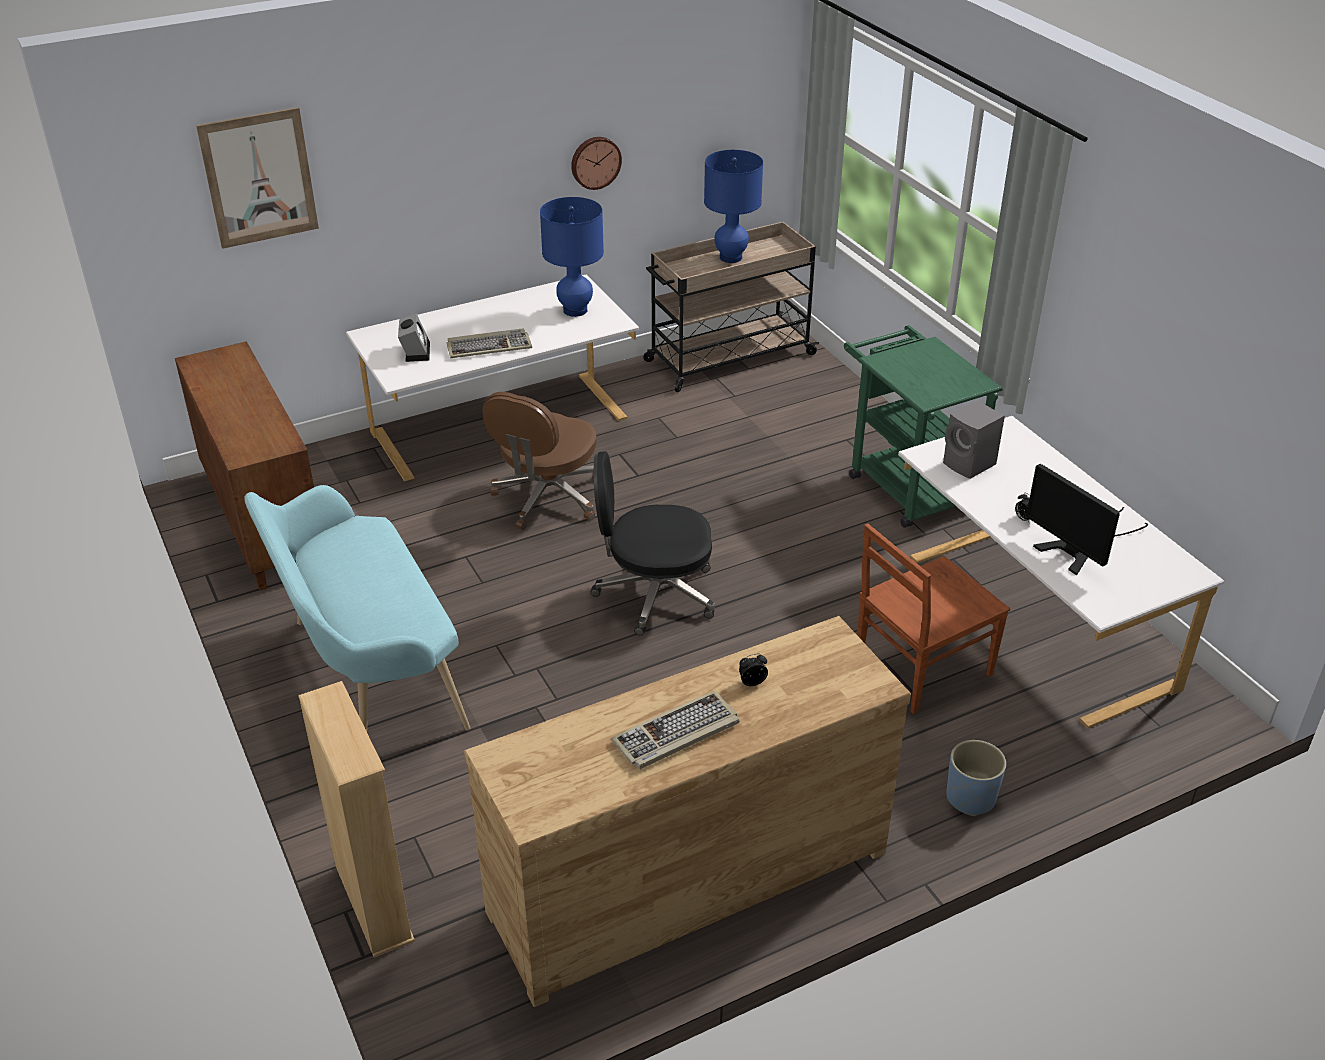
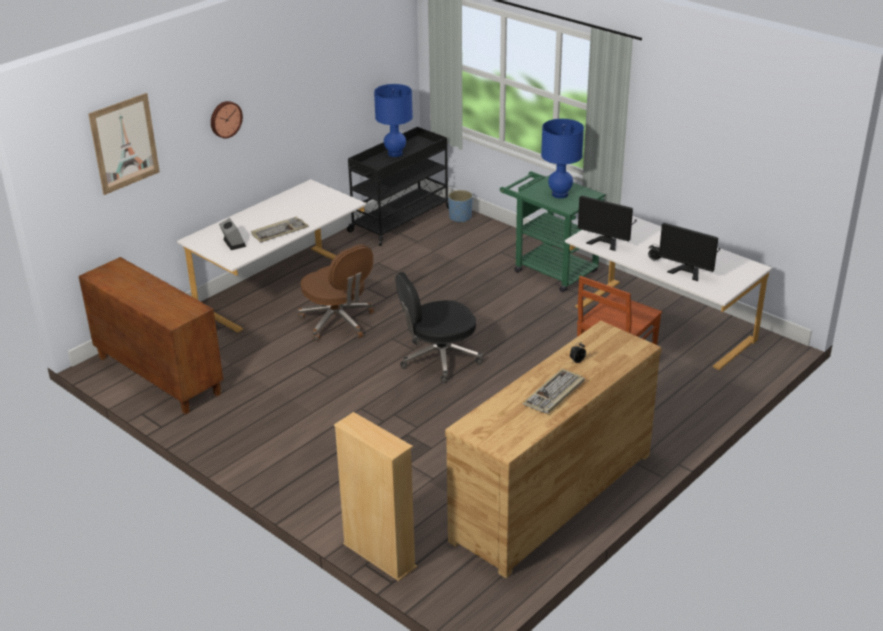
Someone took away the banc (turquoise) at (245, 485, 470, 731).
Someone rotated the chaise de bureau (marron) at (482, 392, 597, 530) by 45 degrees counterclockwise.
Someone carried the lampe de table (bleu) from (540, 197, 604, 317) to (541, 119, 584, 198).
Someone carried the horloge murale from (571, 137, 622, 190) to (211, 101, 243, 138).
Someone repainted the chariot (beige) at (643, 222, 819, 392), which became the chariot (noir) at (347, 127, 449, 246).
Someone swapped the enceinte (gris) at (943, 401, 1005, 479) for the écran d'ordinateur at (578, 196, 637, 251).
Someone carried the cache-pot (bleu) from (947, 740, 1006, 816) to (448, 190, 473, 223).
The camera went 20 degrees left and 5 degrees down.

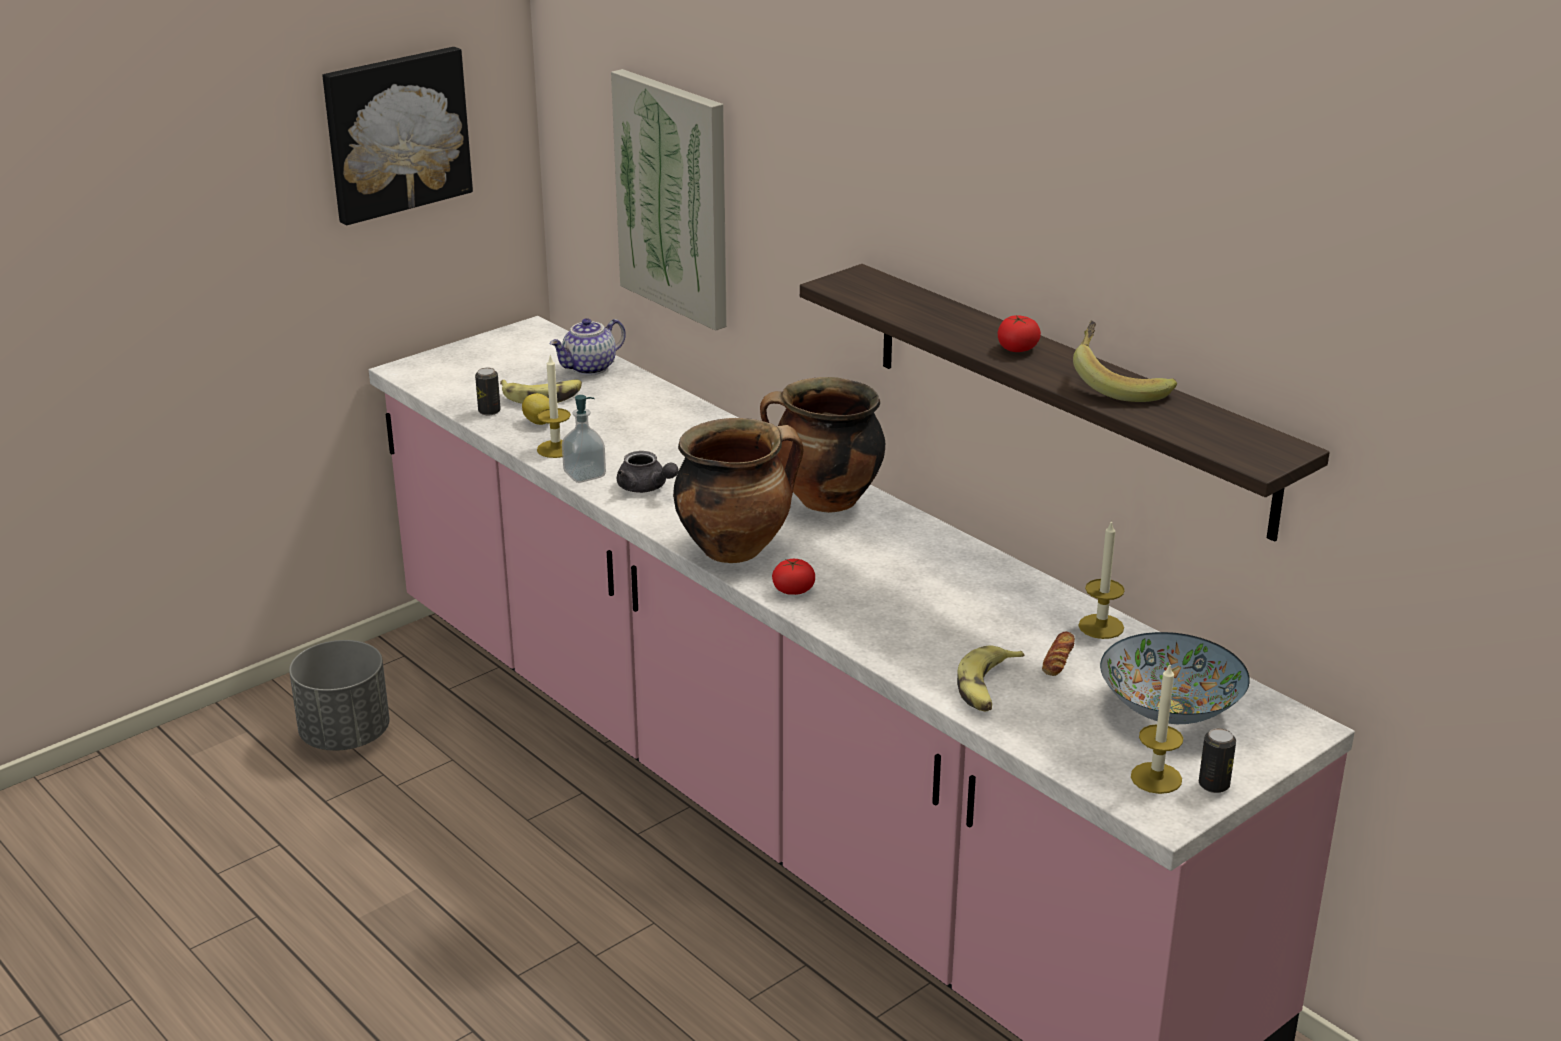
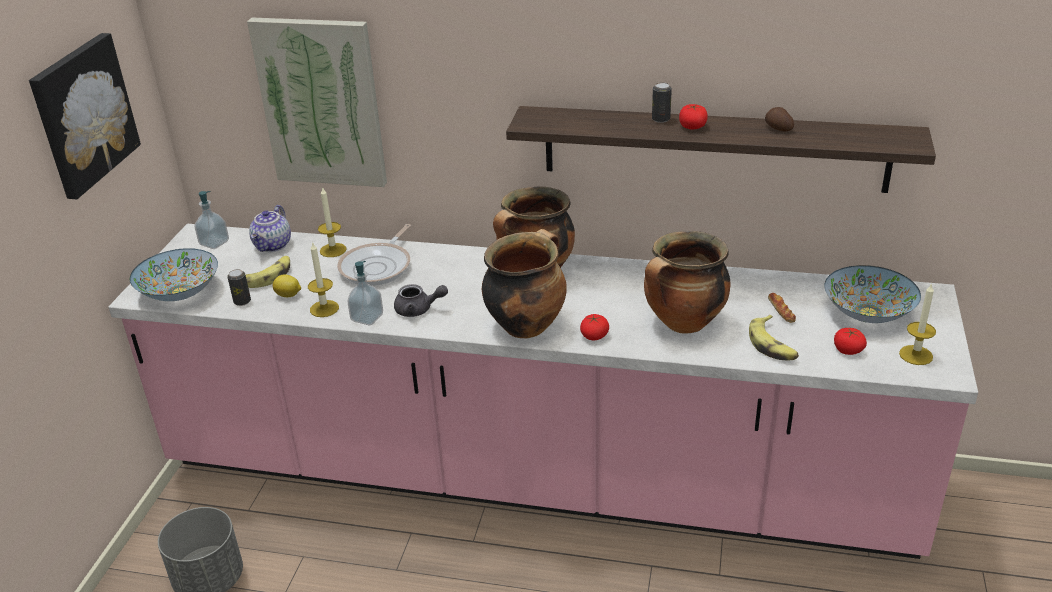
Someone swapped the banane at (1073, 321, 1177, 402) for the pomme de terre at (765, 107, 794, 132).
Someone carried the bougie from (1078, 520, 1125, 639) to (318, 186, 347, 257).
Someone carried the boîte métallique from (1199, 728, 1236, 793) to (652, 82, 672, 123).
Someone put down the bol at (130, 248, 218, 301).
Someone put down the distributeur de savon at (194, 191, 229, 249).
Someone put down the poêle at (337, 224, 411, 286).
Someone put down the marmite at (644, 231, 731, 334).
Someone put down the tomate at (834, 328, 867, 355).
The camera went 35 degrees left and 5 degrees up.

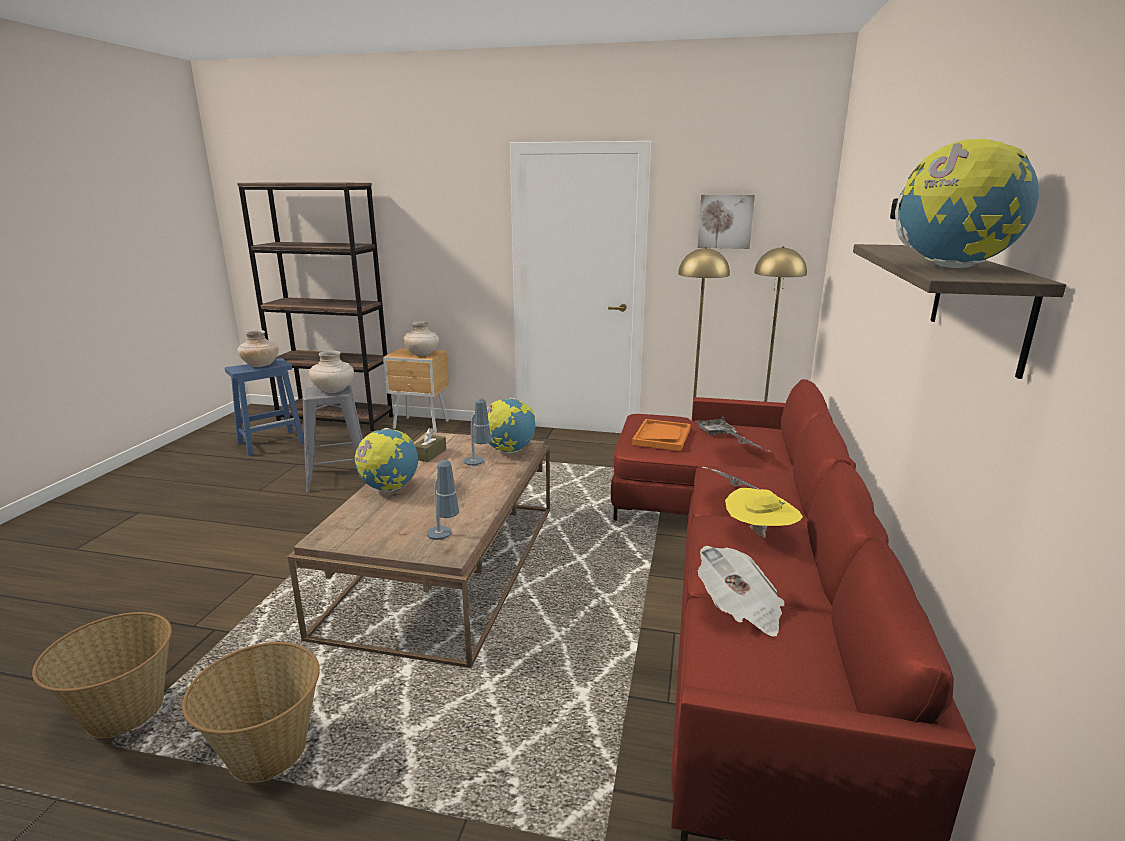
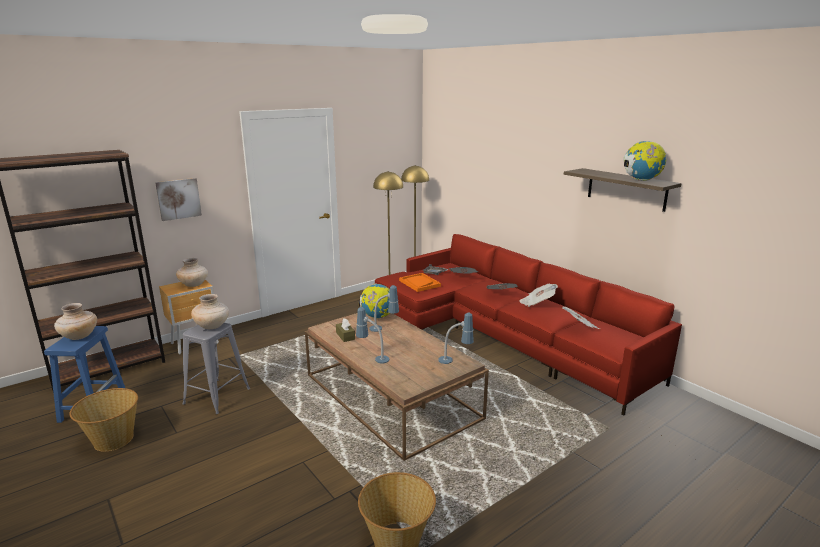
Someone carried the panier from (182, 642, 320, 783) to (70, 388, 138, 452).
Someone swapped the globe at (354, 428, 418, 491) for the lampe de table at (356, 307, 389, 364).
Someone carried the tableau from (698, 195, 755, 249) to (155, 178, 202, 221).
Someone swapped the chapeau (jaune) at (725, 488, 803, 538) for the journal at (519, 284, 558, 307).
The camera went 50 degrees left and 0 degrees up.

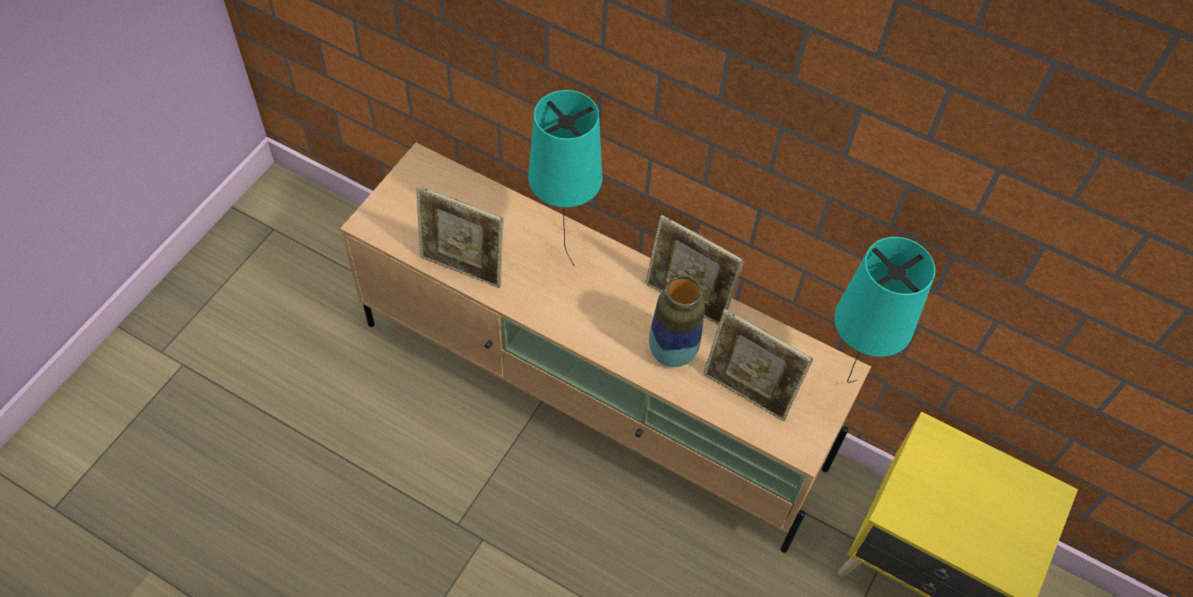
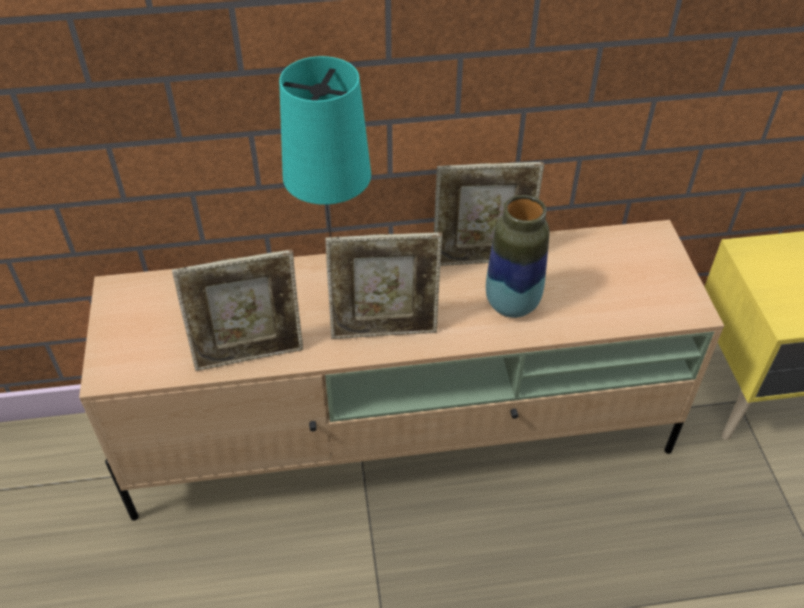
Someone carried the cadre photo from (703, 309, 813, 421) to (325, 232, 443, 339).
Someone took away the lampe de table (turquoise) at (834, 237, 935, 383).
The camera went 35 degrees left and 10 degrees down.

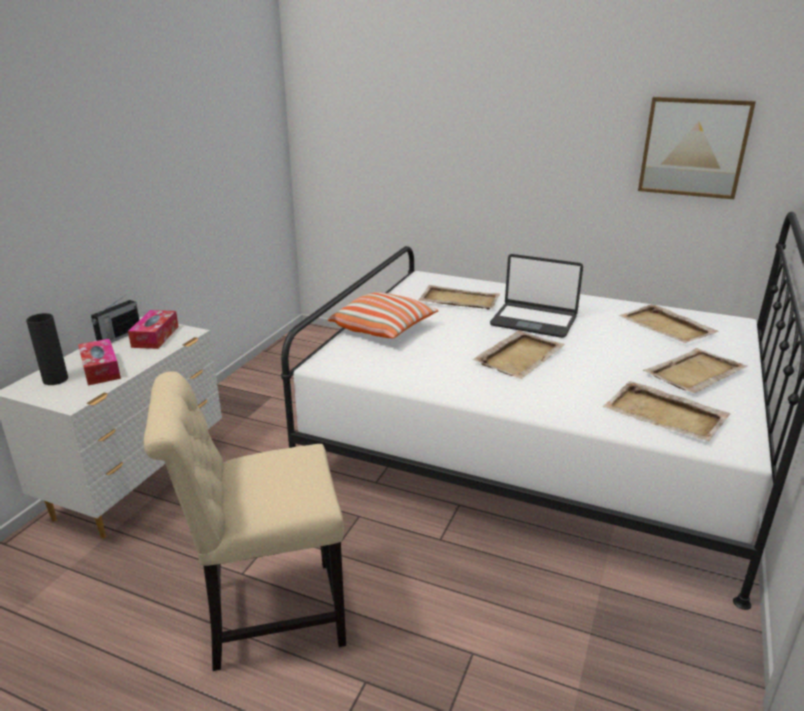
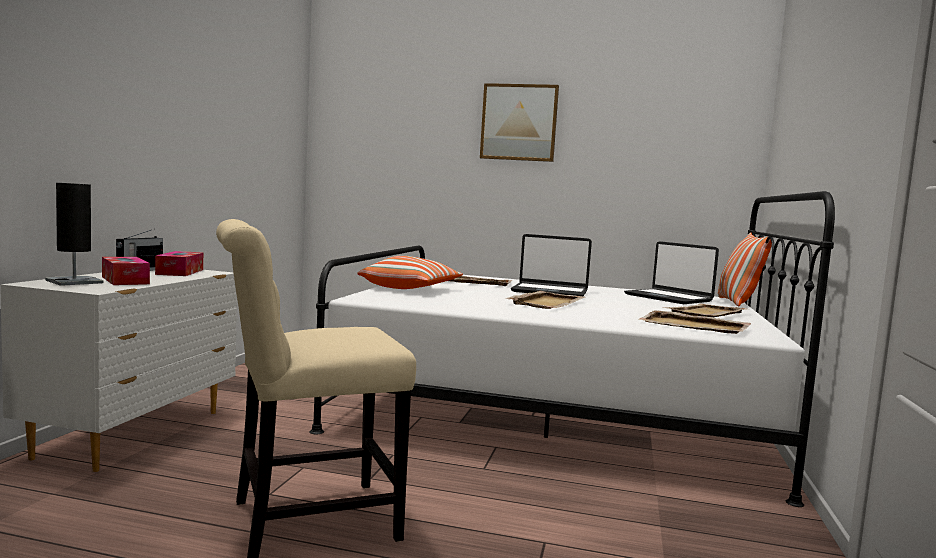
Someone swapped the vase (noir) at (26, 313, 68, 385) for the lampe de table (noir) at (45, 183, 103, 286).
Someone swapped the plateau (beige) at (619, 304, 719, 343) for the ordinateur portable at (624, 241, 719, 304).
Someone carried the tableau from (638, 97, 756, 199) to (480, 83, 559, 162).
Someone put down the coussin at (718, 232, 772, 306).
The camera went 10 degrees left and 20 degrees down.

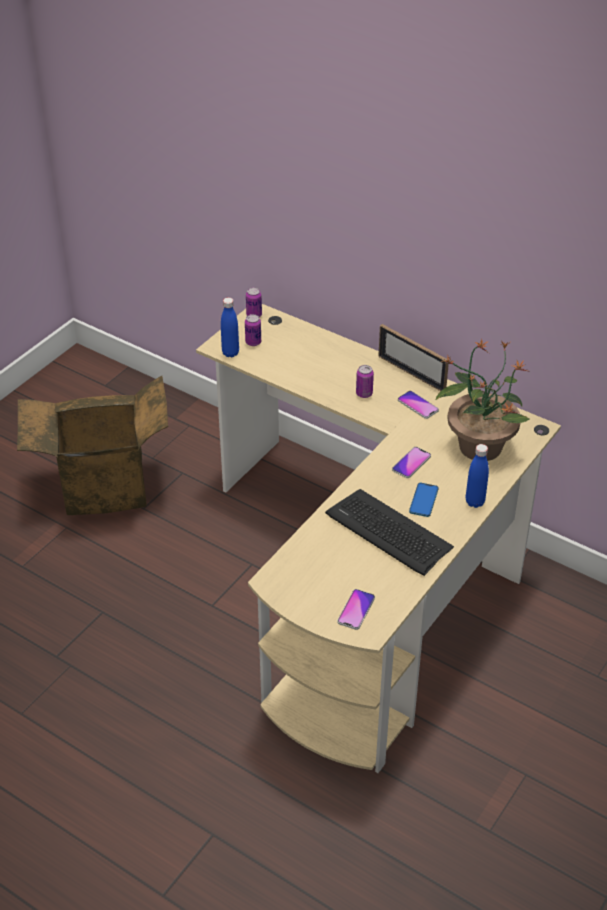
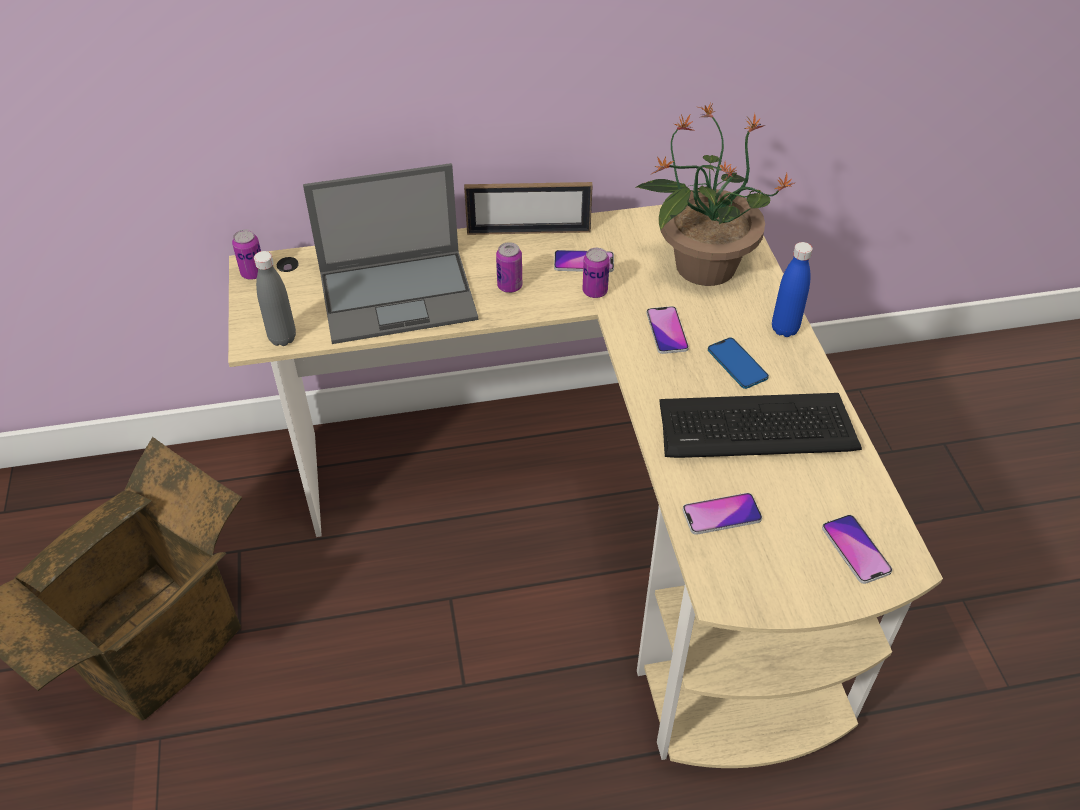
Someone repainted the bouteille (bleu) at (221, 298, 239, 357), which became the bouteille (gris) at (254, 251, 296, 346).
Someone carried the boîte métallique from (245, 314, 261, 346) to (583, 248, 610, 298).
Someone put down the ordinateur portable at (303, 163, 478, 344).
Someone put down the téléphone at (683, 493, 762, 535).
The camera went 45 degrees left and 5 degrees up.

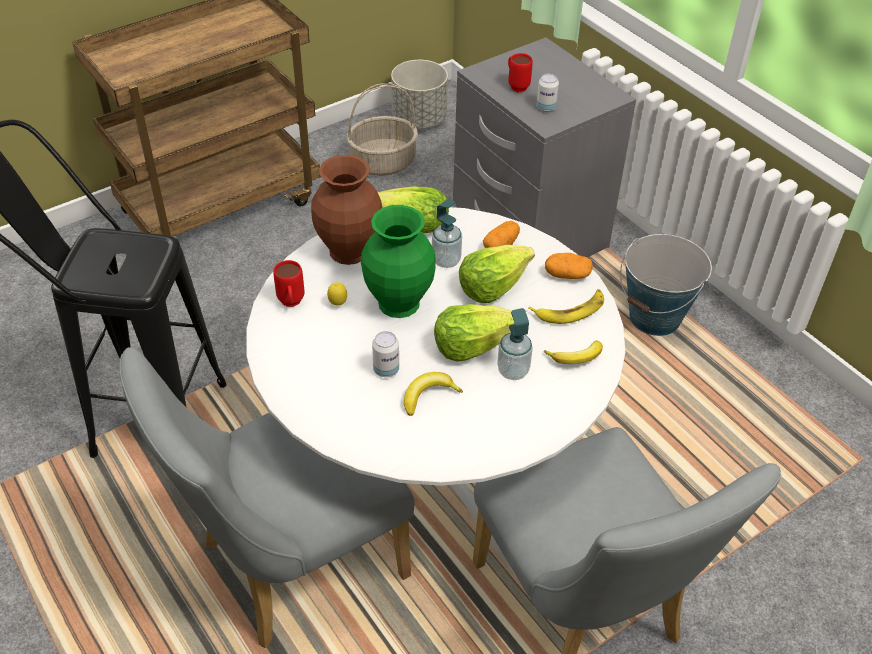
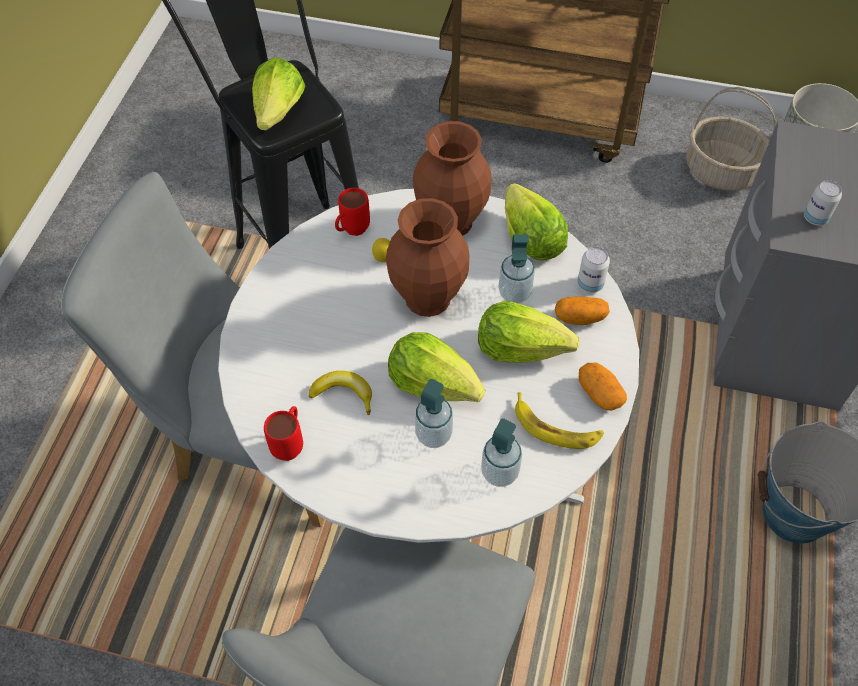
Someone repainted the vase (vert) at (361, 205, 436, 318), which became the vase (marron) at (386, 198, 469, 317).
Someone carried the boîte métallique from (372, 331, 399, 377) to (578, 247, 610, 293).
Someone carried the mug (rouge) from (508, 53, 533, 92) to (264, 406, 303, 461).
Someone swapped the banane at (544, 340, 603, 364) for the distributeur de savon at (481, 419, 522, 487).
Someone put down the laitue at (252, 57, 305, 131).
The camera went 50 degrees right and 10 degrees up.

